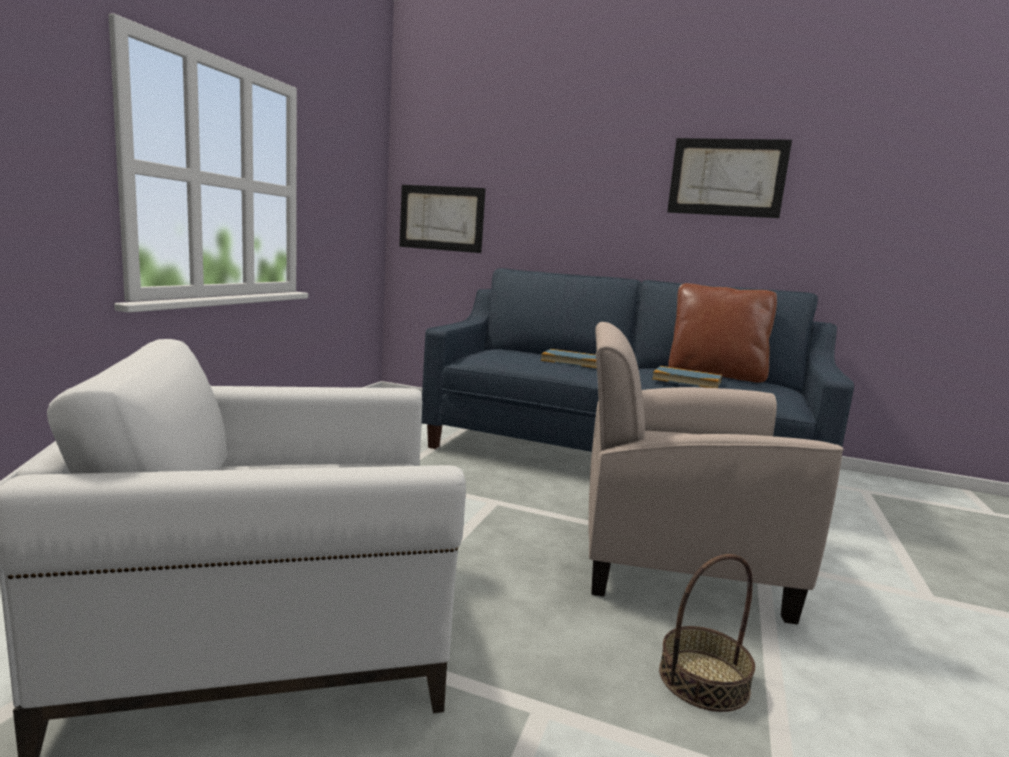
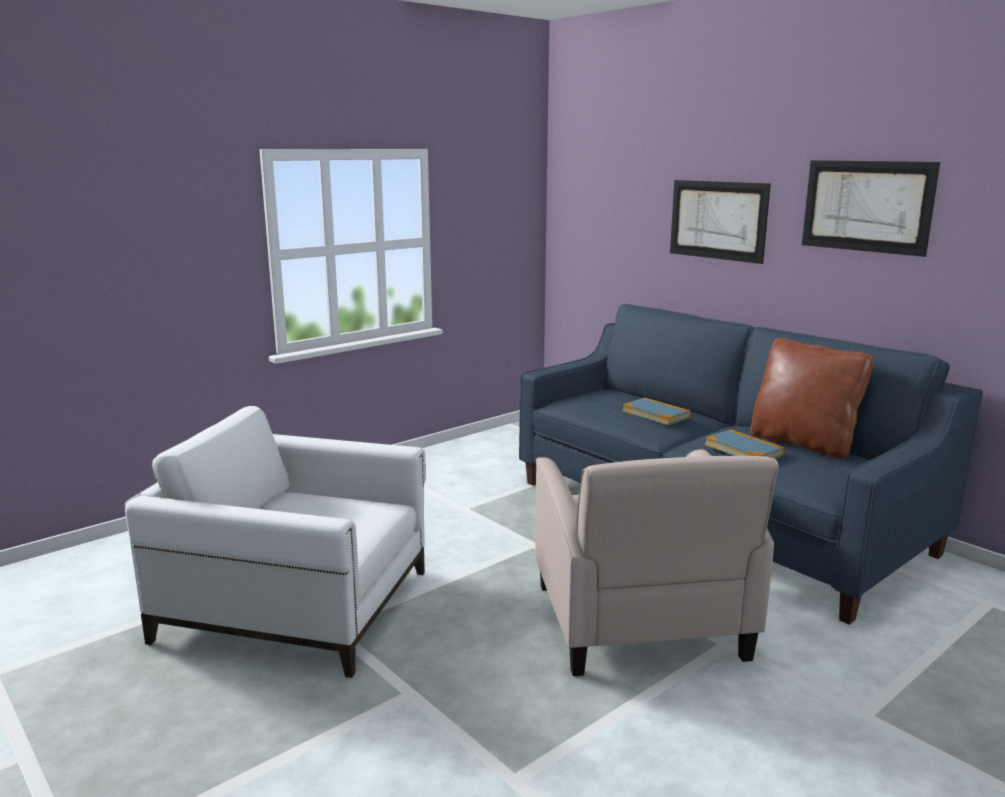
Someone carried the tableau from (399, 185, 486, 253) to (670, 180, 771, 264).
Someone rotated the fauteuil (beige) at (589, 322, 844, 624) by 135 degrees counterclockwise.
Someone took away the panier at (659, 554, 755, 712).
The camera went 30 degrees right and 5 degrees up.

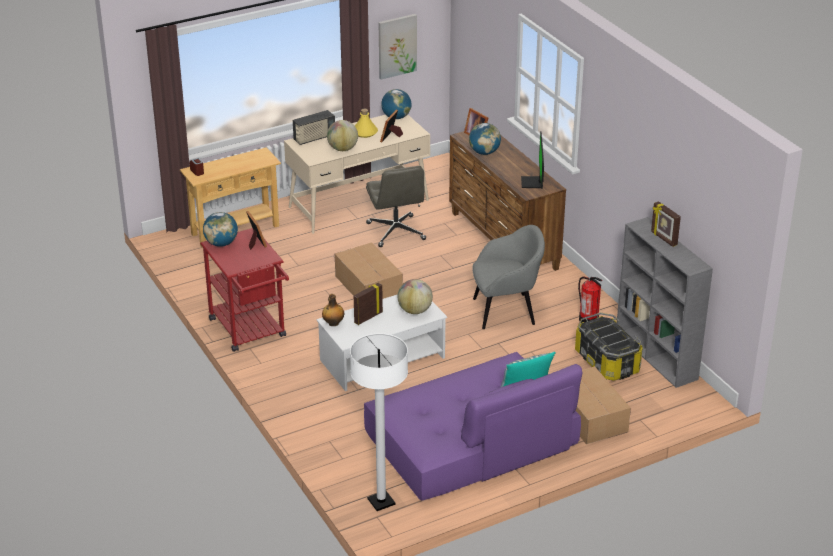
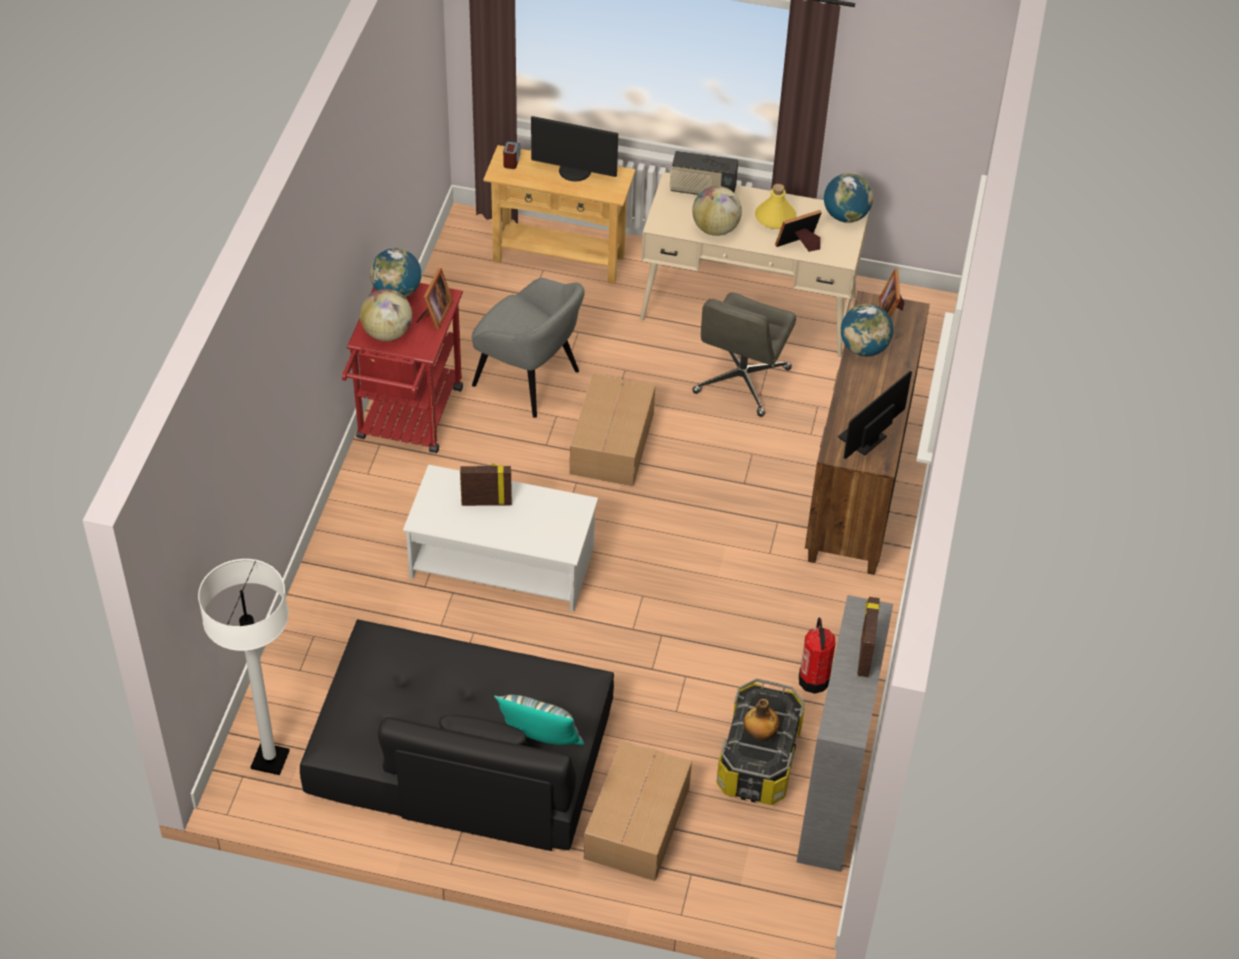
Someone carried the bouteille from (322, 294, 344, 326) to (744, 699, 780, 741).
Someone repainted the canapé (violet) at (364, 352, 583, 501), which became the canapé (noir) at (300, 619, 614, 851).
Someone took away the tableau at (379, 14, 417, 80).
Someone carried the globe from (398, 279, 433, 314) to (360, 289, 412, 341).
Someone carried the fauteuil (gris) from (472, 225, 545, 329) to (471, 278, 585, 418).
Someone put down the écran d'ordinateur at (531, 116, 618, 182).
The camera went 40 degrees right and 15 degrees up.

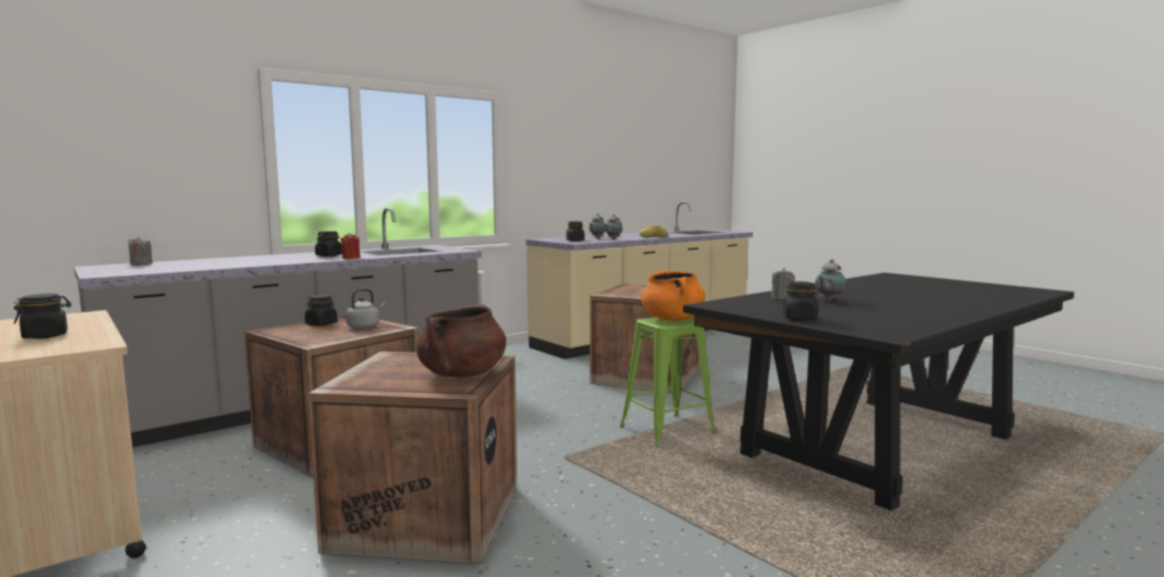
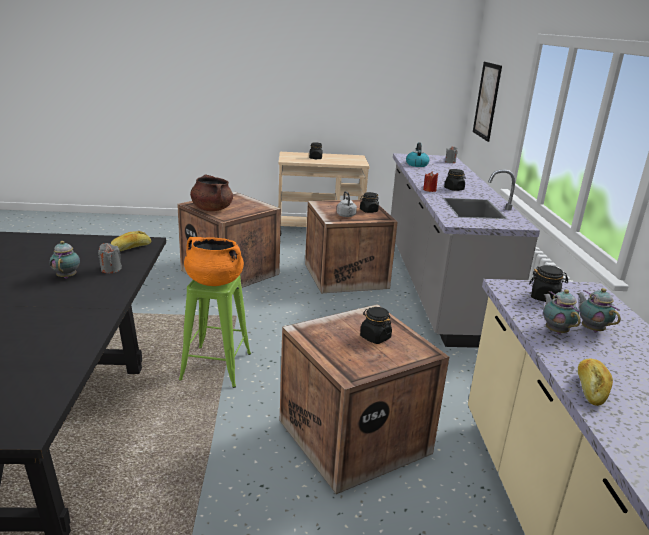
Someone carried the bocal (noir) from (783, 281, 818, 321) to (360, 307, 392, 344).
Someone put down the pain at (111, 231, 151, 251).
Someone put down the bouilloire at (406, 143, 429, 167).
Someone put up the tableau at (473, 62, 502, 142).
The camera went 125 degrees right and 15 degrees up.

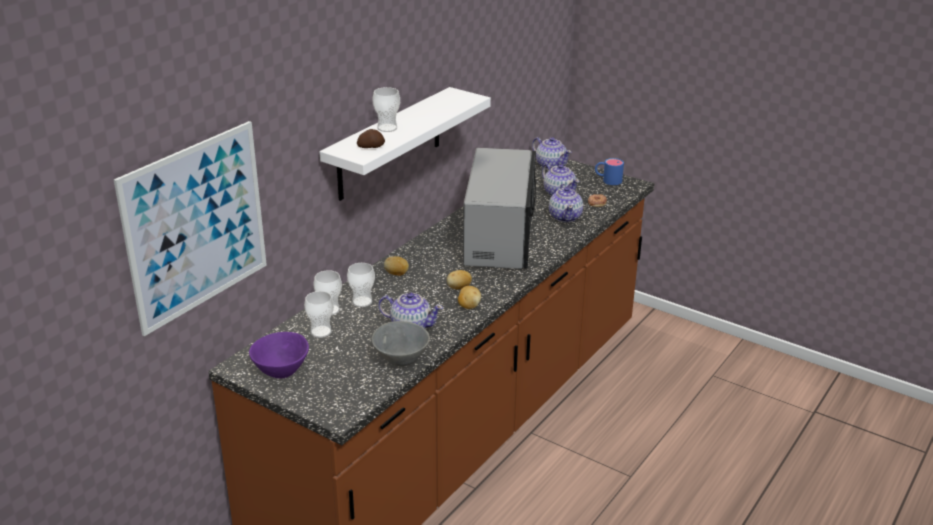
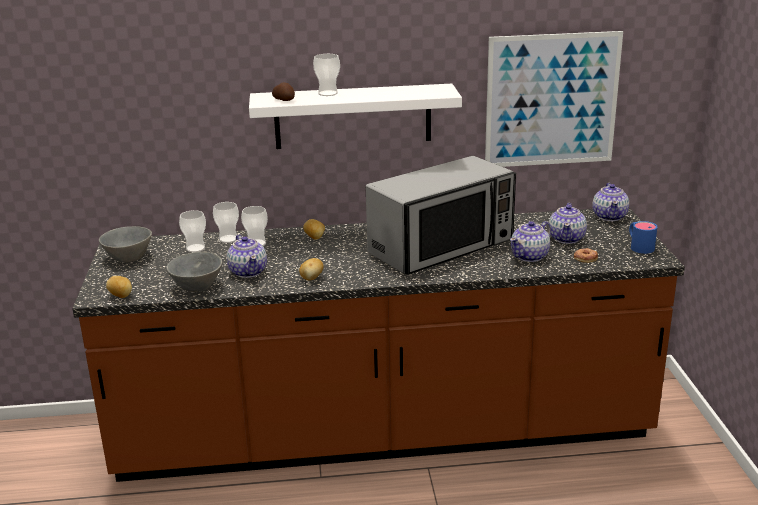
Someone carried the tableau from (114, 121, 267, 336) to (485, 31, 623, 167).
Someone repainted the bol (violet) at (249, 332, 309, 379), which became the bol (gris) at (99, 226, 152, 263).
Someone carried the pomme de terre from (447, 270, 472, 289) to (106, 276, 132, 298).
The camera went 50 degrees right and 5 degrees down.

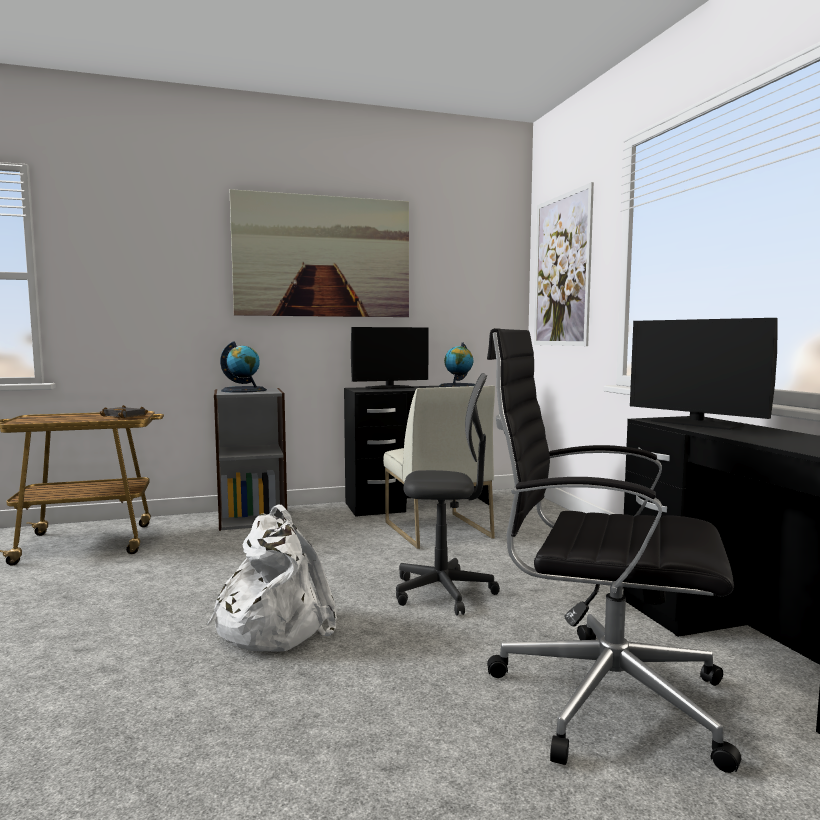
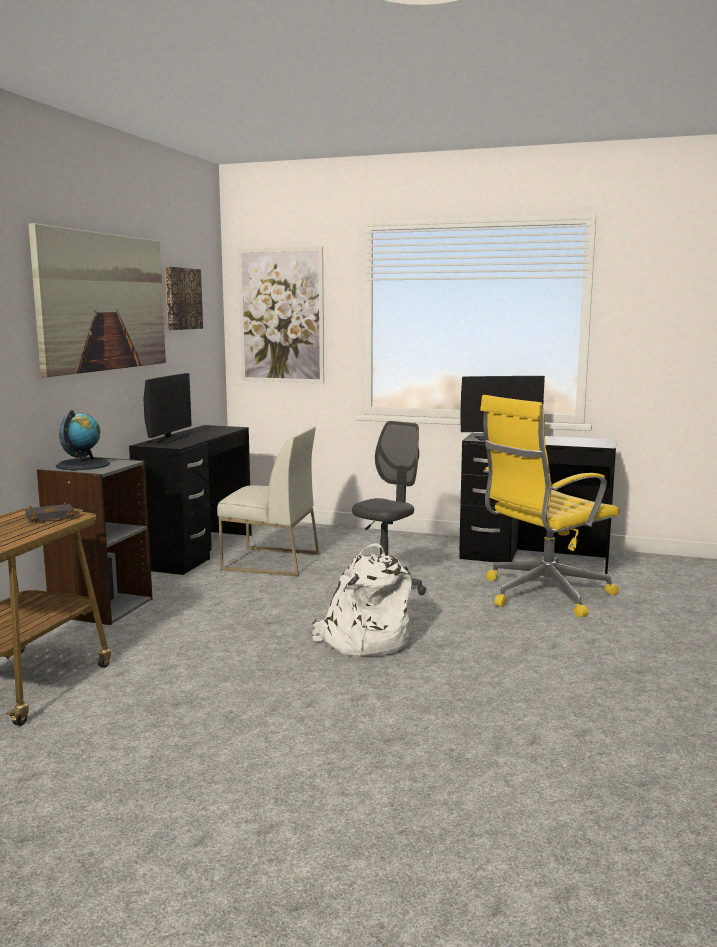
Someone took away the globe at (439, 342, 475, 387).
Someone repainted the chaise de bureau (noir) at (487, 328, 741, 773), which became the chaise de bureau (jaune) at (480, 395, 620, 618).
Someone put up the tableau at (165, 267, 203, 330).
The camera went 55 degrees left and 5 degrees up.

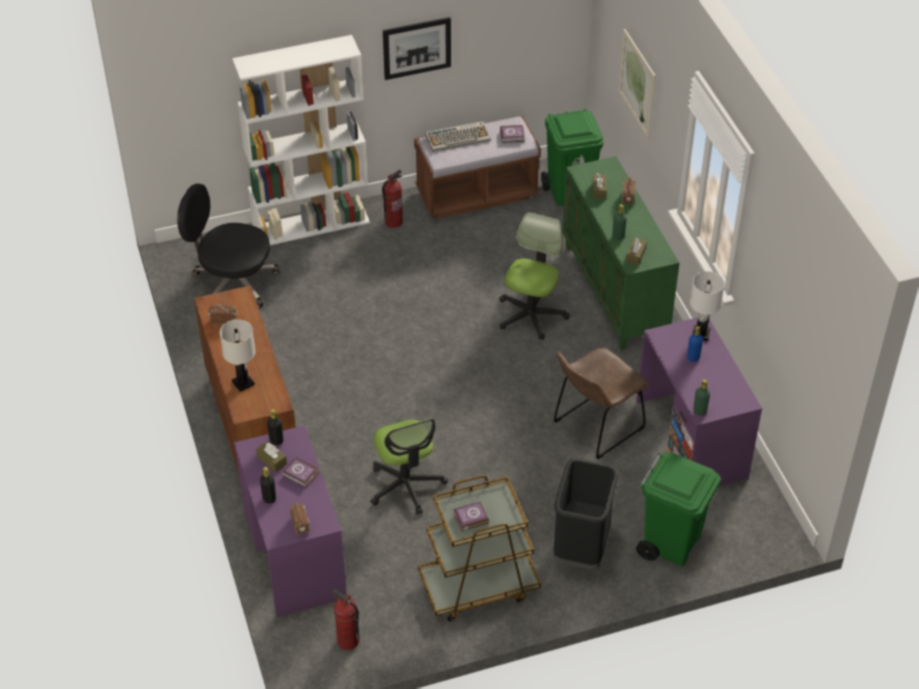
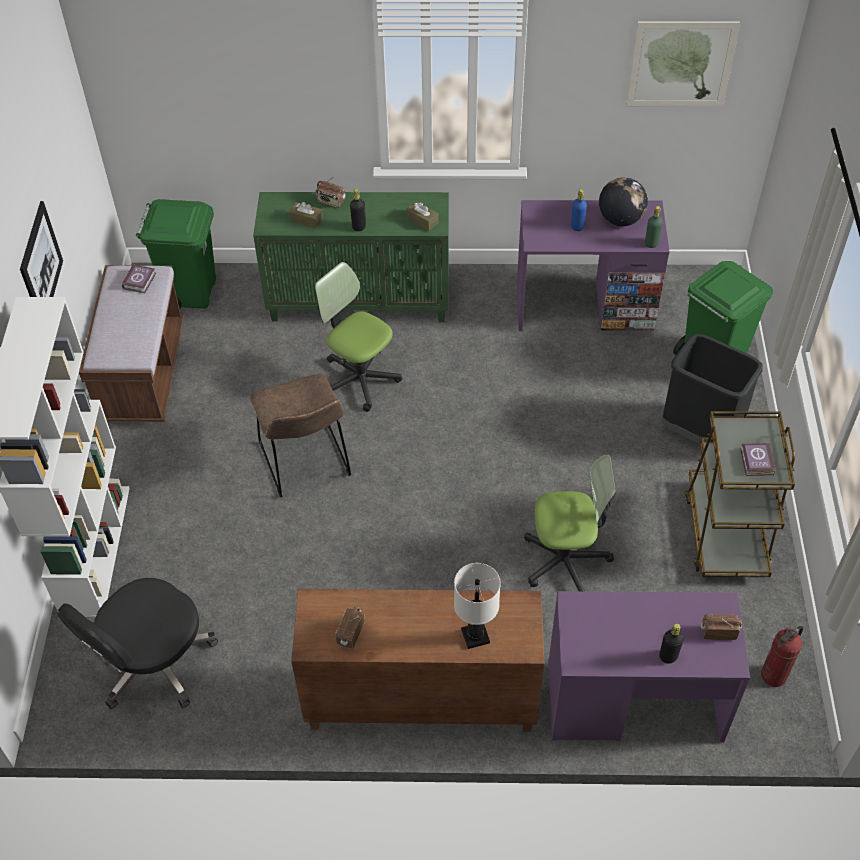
Someone took away the boîte à mouchoirs (marron) at (256, 441, 287, 472).
Someone carried the bouteille (noir) from (267, 409, 283, 445) to (350, 189, 366, 231).
Someone took away the livre at (282, 457, 319, 488).
Someone took away the extincteur at (382, 169, 403, 228).
Someone took away the clavier at (425, 121, 491, 152).
Someone carried the chaise (marron) from (553, 347, 649, 459) to (250, 374, 351, 497).
Someone took away the bouteille (vert) at (612, 204, 627, 240).
Someone carried the tableau from (618, 29, 656, 140) to (626, 22, 740, 106).
Someone took away the lampe de table (blanc) at (690, 271, 725, 341).
Someone put down the globe at (599, 177, 648, 226).
The camera went 70 degrees left and 5 degrees up.

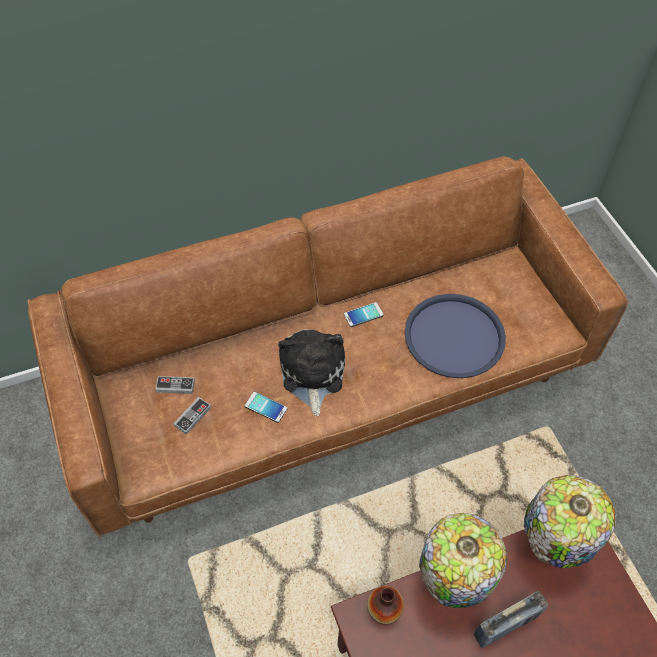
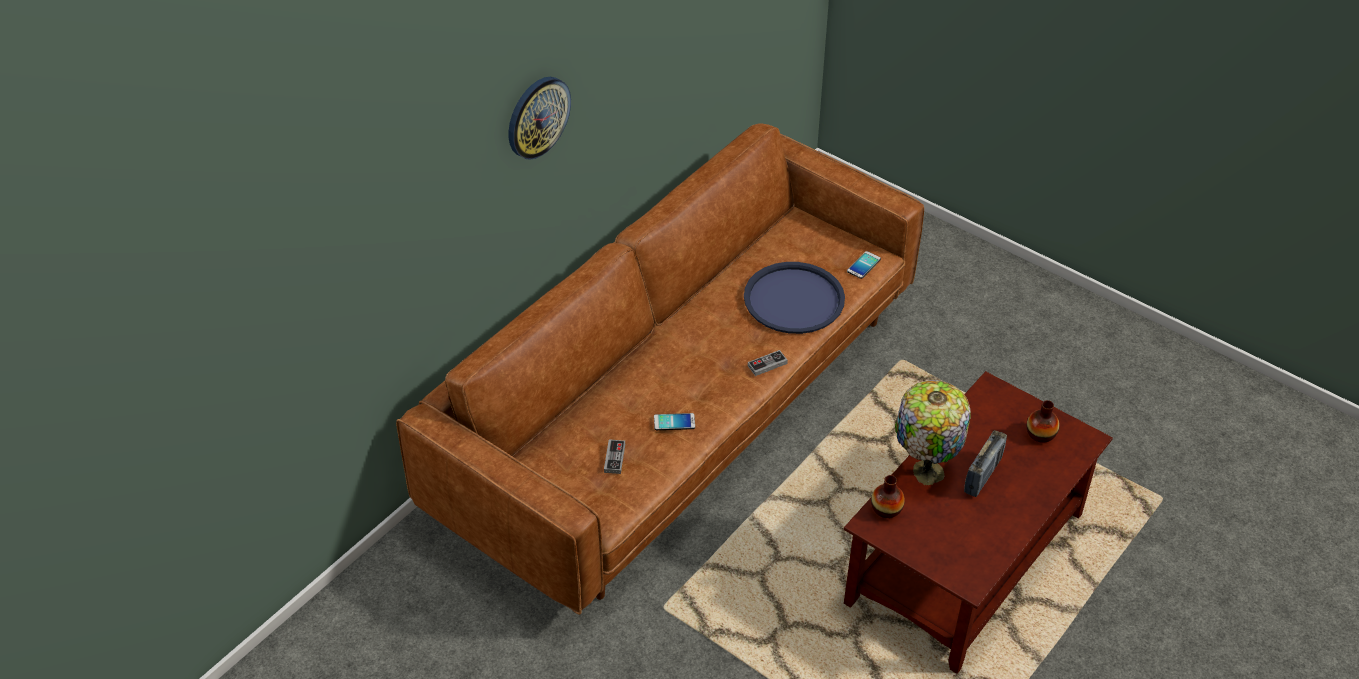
Someone carried the manette from (155, 376, 195, 394) to (748, 350, 788, 376).
Someone took away the peluche at (278, 330, 345, 416).
Someone carried the téléphone from (344, 302, 384, 327) to (847, 251, 881, 279).
Someone took away the lampe de table at (524, 475, 616, 568).
Someone put up the horloge murale at (509, 77, 571, 160).
Someone put down the vase at (1027, 400, 1059, 443).
The camera went 30 degrees left and 10 degrees down.

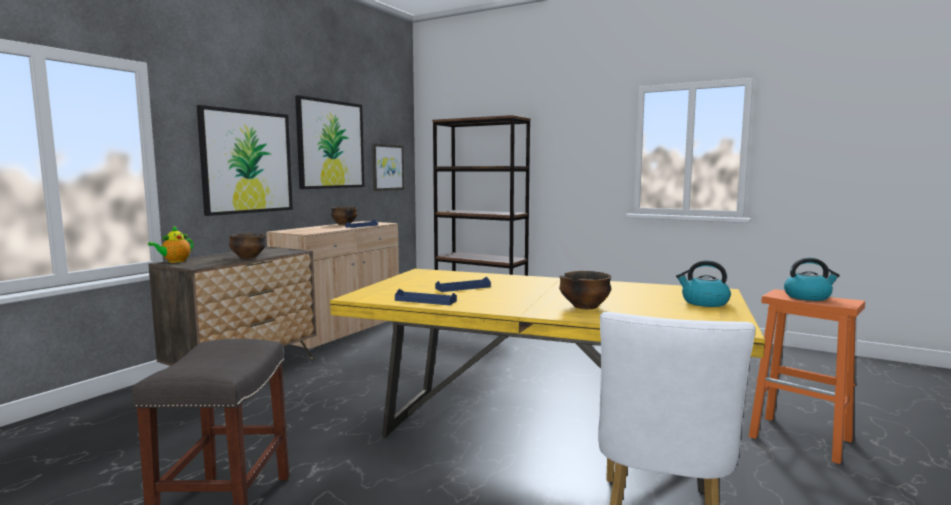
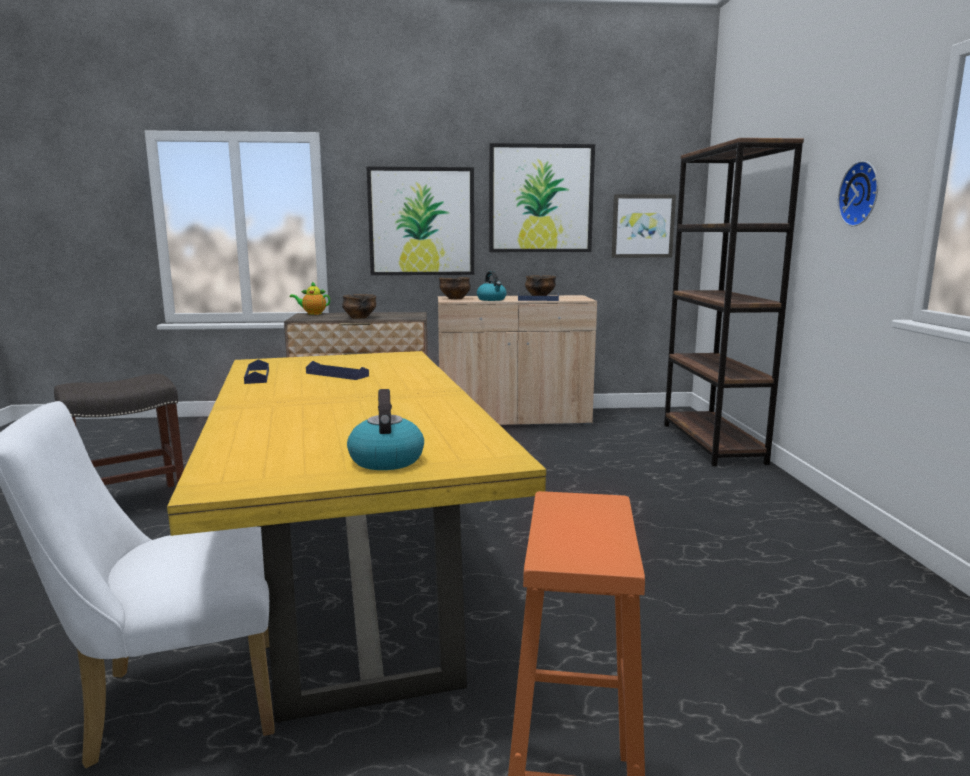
Someone carried the bol from (559, 271, 611, 309) to (439, 277, 471, 299).
Someone carried the bouilloire from (784, 258, 840, 301) to (477, 271, 506, 301).
Someone put up the horloge murale at (838, 161, 878, 227).
The camera went 55 degrees right and 5 degrees up.

